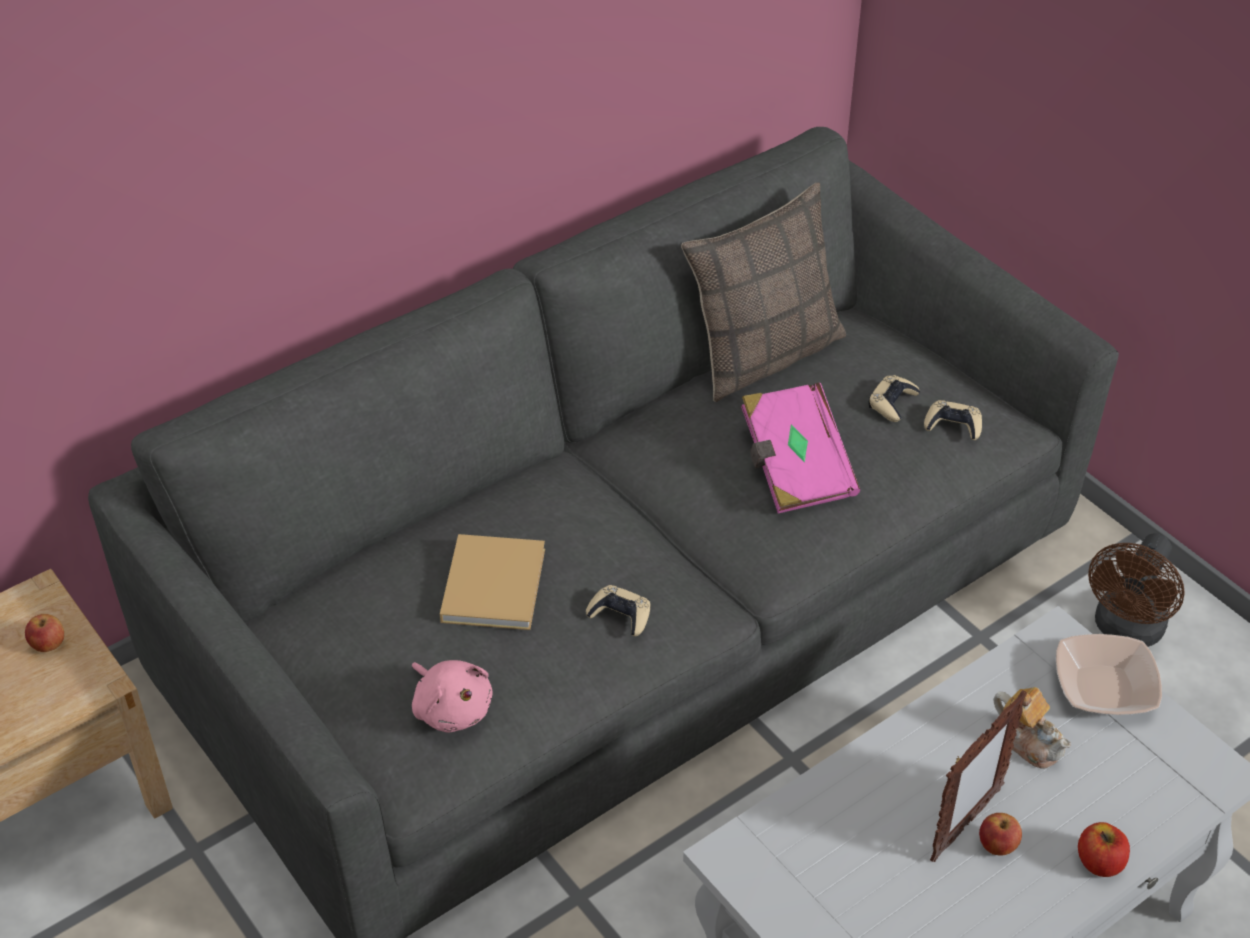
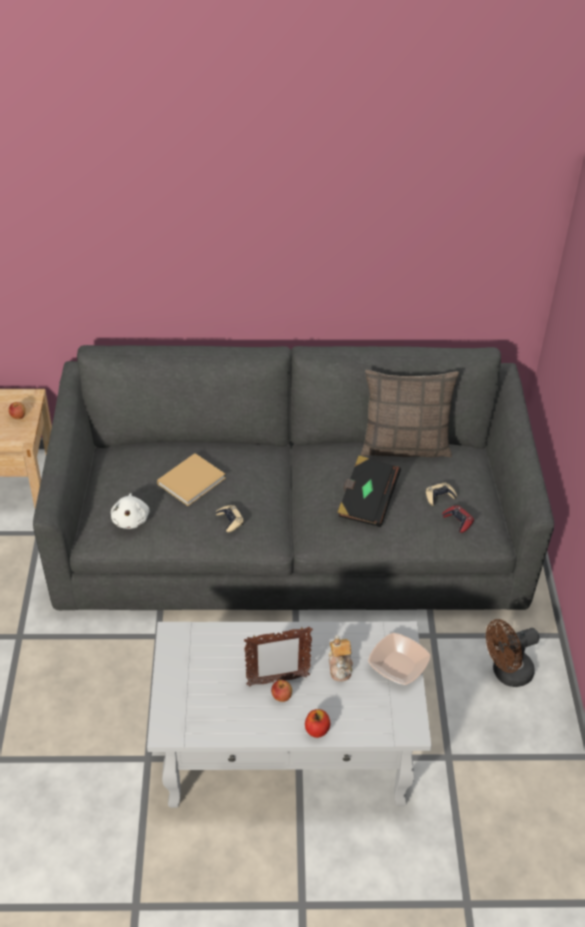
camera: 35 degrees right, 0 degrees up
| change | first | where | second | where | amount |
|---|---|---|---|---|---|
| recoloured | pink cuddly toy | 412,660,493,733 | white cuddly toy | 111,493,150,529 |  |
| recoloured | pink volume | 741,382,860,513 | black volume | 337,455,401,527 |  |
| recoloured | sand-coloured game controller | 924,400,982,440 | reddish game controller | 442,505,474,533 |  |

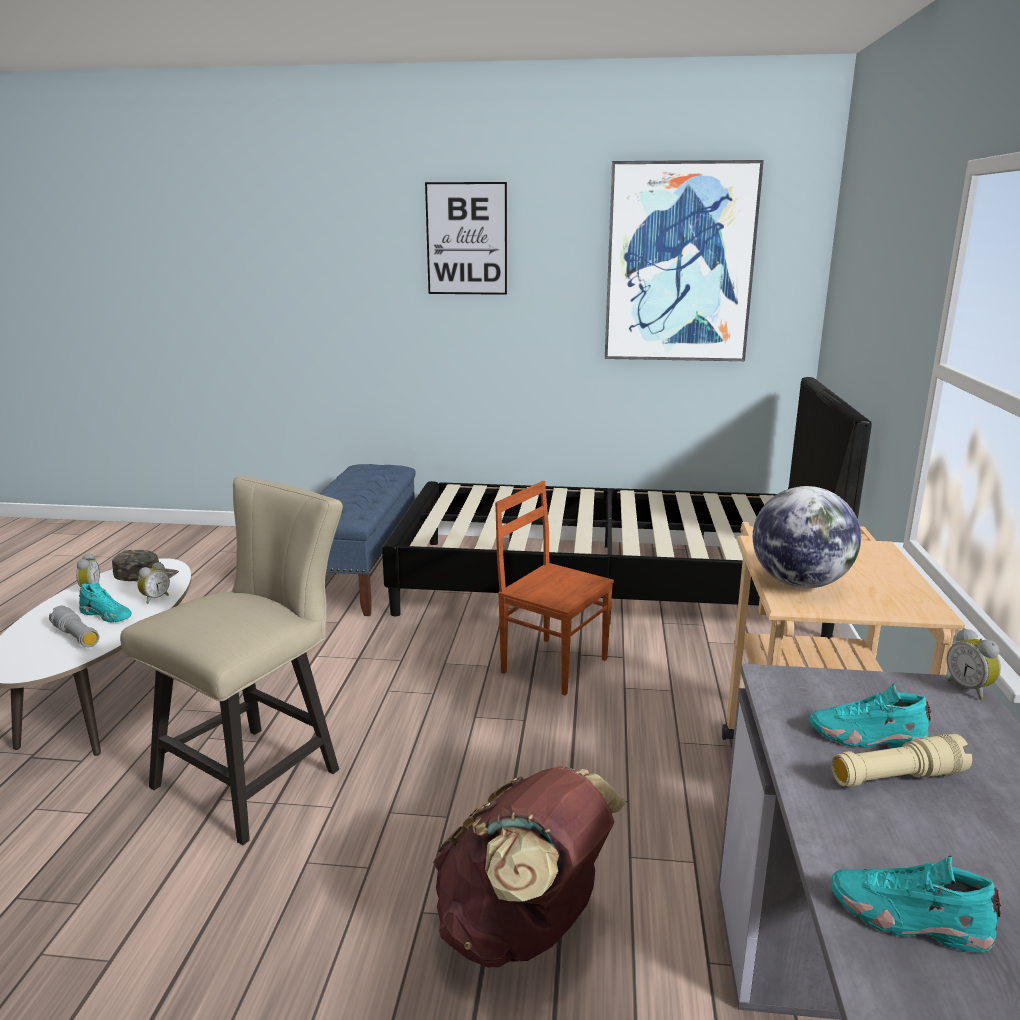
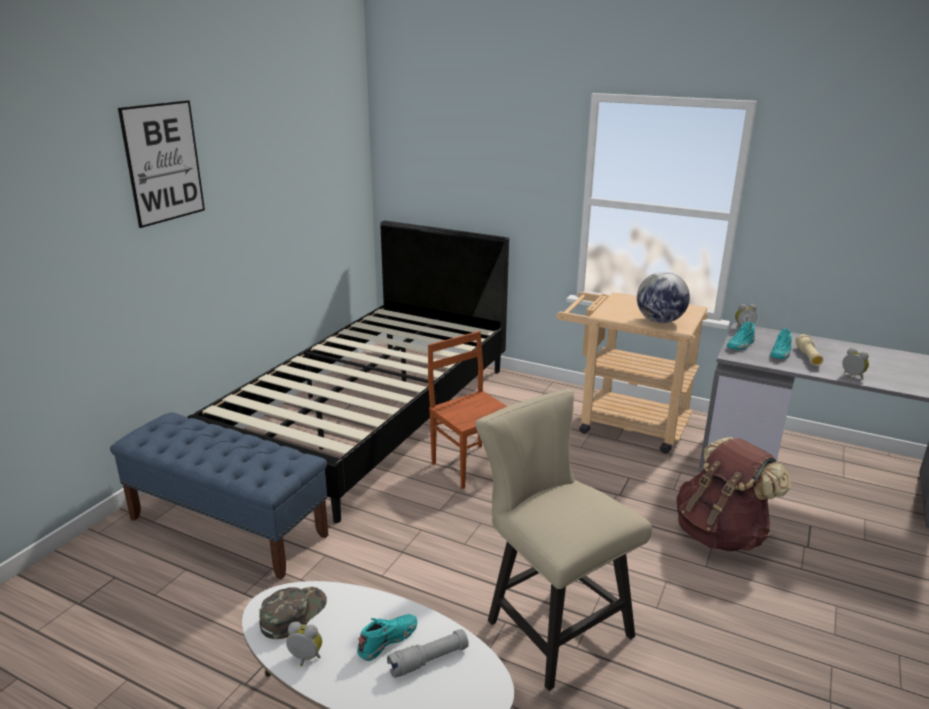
camera: 70 degrees left, 5 degrees up
| change | first | where | second | where | amount |
|---|---|---|---|---|---|
| moved | bedside clock | 138,562,170,604 |  | 842,348,869,379 |  |
| turned | brownish upright chair | 495,481,614,695 |  | 428,331,508,489 | 90 degrees clockwise |
| removed | picture | 605,160,764,361 |  |  |  |
| moved | turquoise-coloured low shoe | 831,856,1001,953 |  | 727,321,755,350 |  |

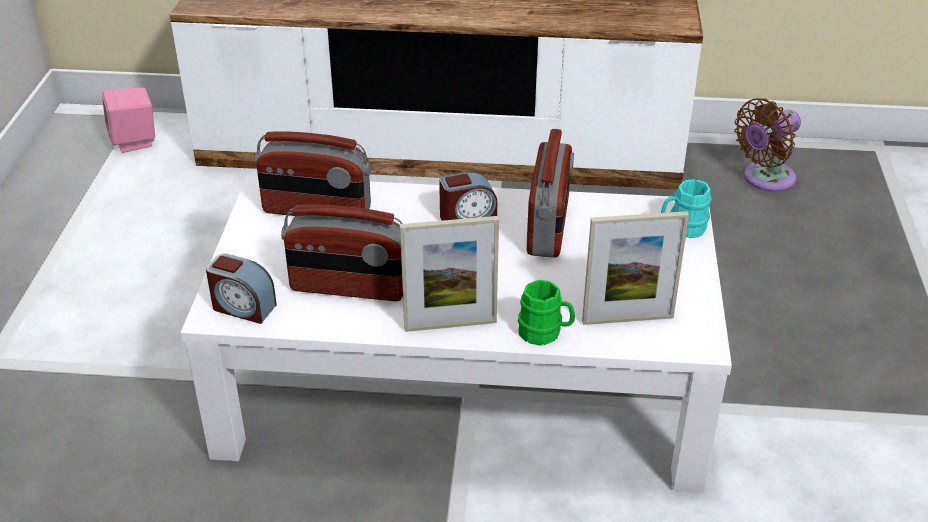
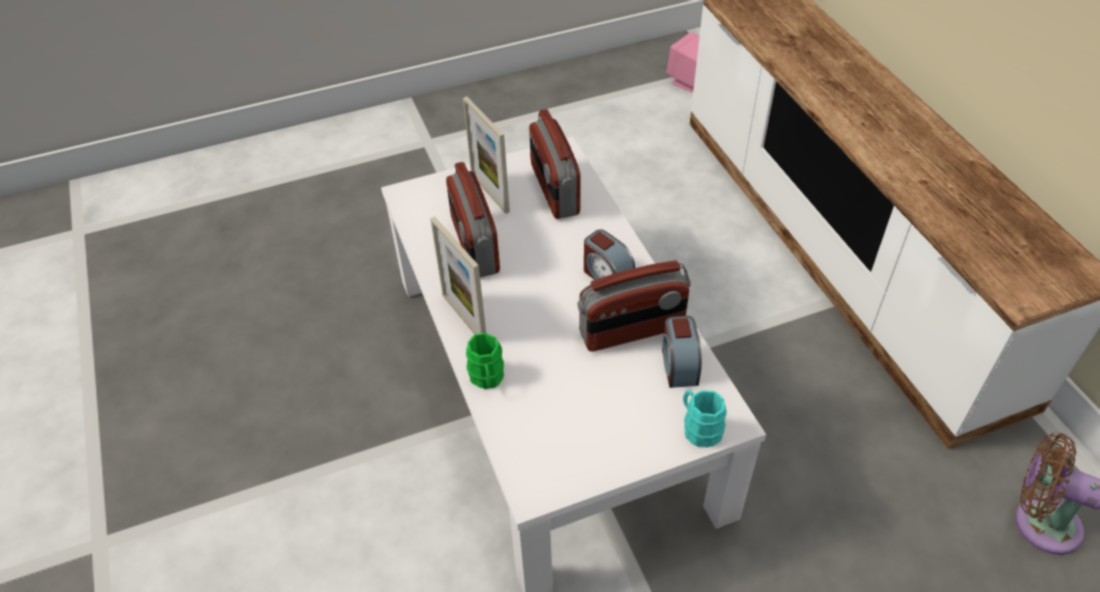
camera: 65 degrees right, 10 degrees up
| change | first | where | second | where | amount |
|---|---|---|---|---|---|
| moved | bedside clock | 206,253,277,324 |  | 662,316,702,388 |  |
| moved | photo frame | 582,211,689,325 |  | 463,96,510,214 |  |

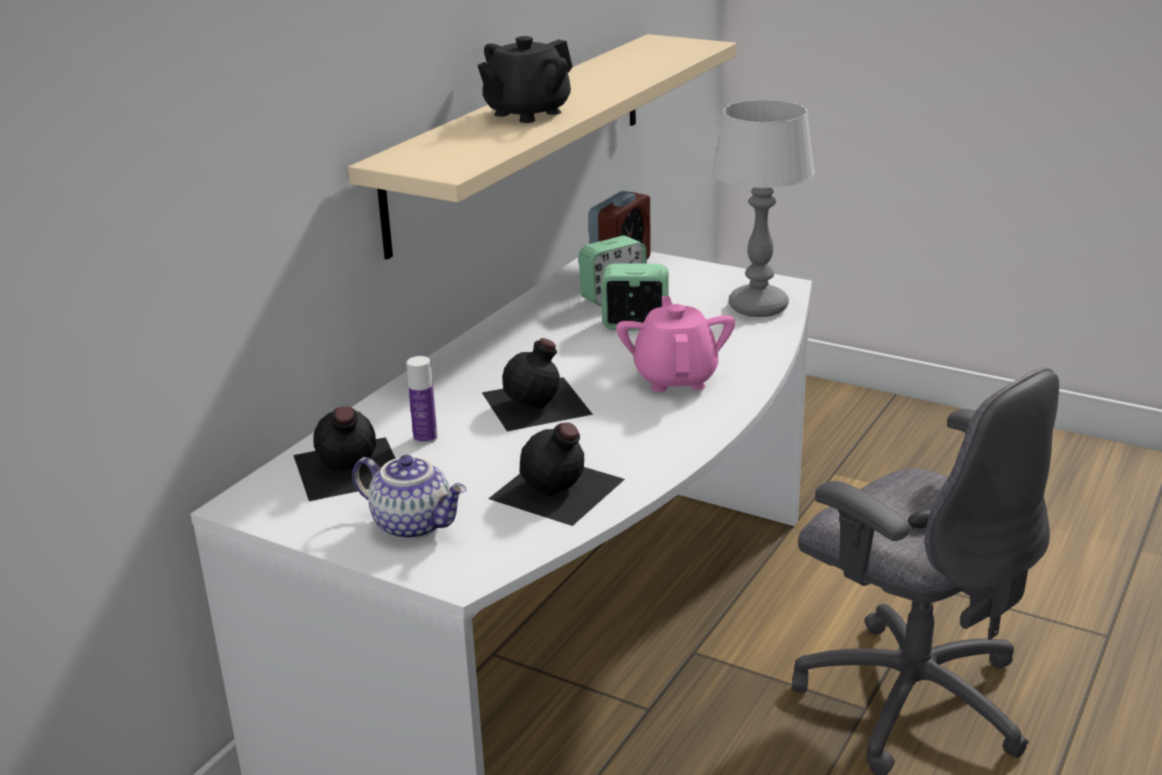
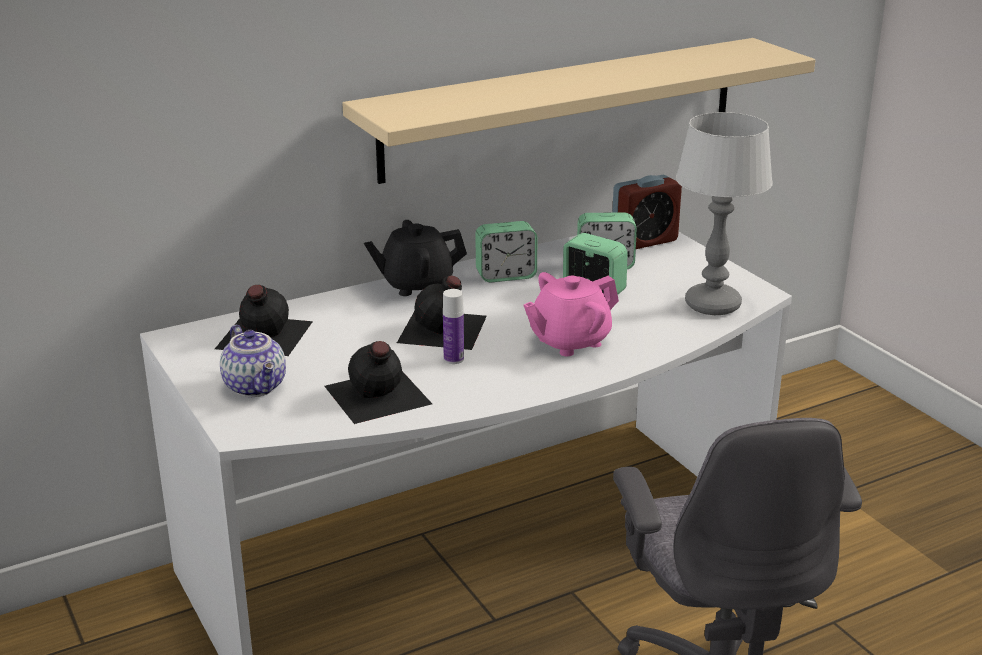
camera: 30 degrees right, 0 degrees up
| change | first | where | second | where | amount |
|---|---|---|---|---|---|
| moved | bottle | 407,356,438,444 |  | 443,289,464,364 |  |
| moved | black teapot | 478,36,573,123 |  | 364,220,467,296 |  |
| turned | pink teapot | 616,296,735,392 |  | 524,272,619,356 | 150 degrees counterclockwise |
| added |  |  | bedside clock | 475,221,537,282 |  |

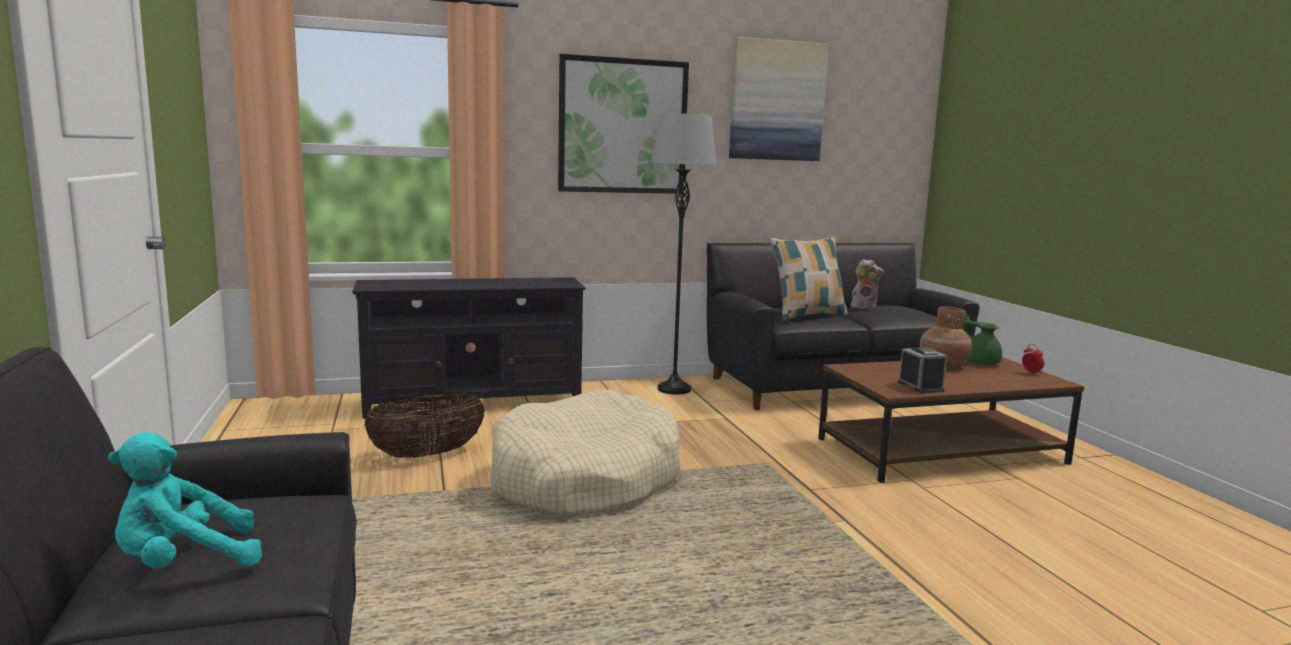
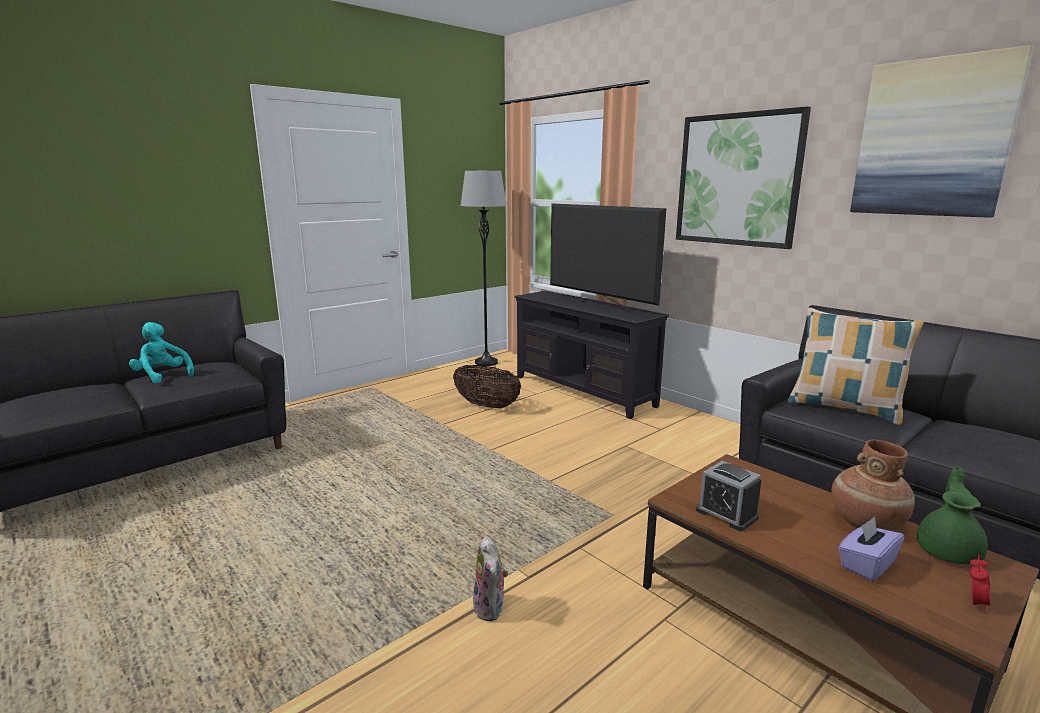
camera: 65 degrees right, 5 degrees up
| change | first | where | second | where | amount |
|---|---|---|---|---|---|
| removed | sand-coloured dog bed | 490,390,681,518 |  |  |  |
| moved | gray floor lamp | 651,113,717,395 |  | 460,171,507,366 |  |
| moved | cuddly toy | 851,259,884,309 |  | 473,536,508,621 |  |
| turned | bedside clock | 898,347,947,393 |  | 696,461,761,531 | 90 degrees clockwise |
| added |  |  | television | 550,204,666,313 |  |
| added |  |  | purple-coloured tissue holder | 838,517,905,582 |  |

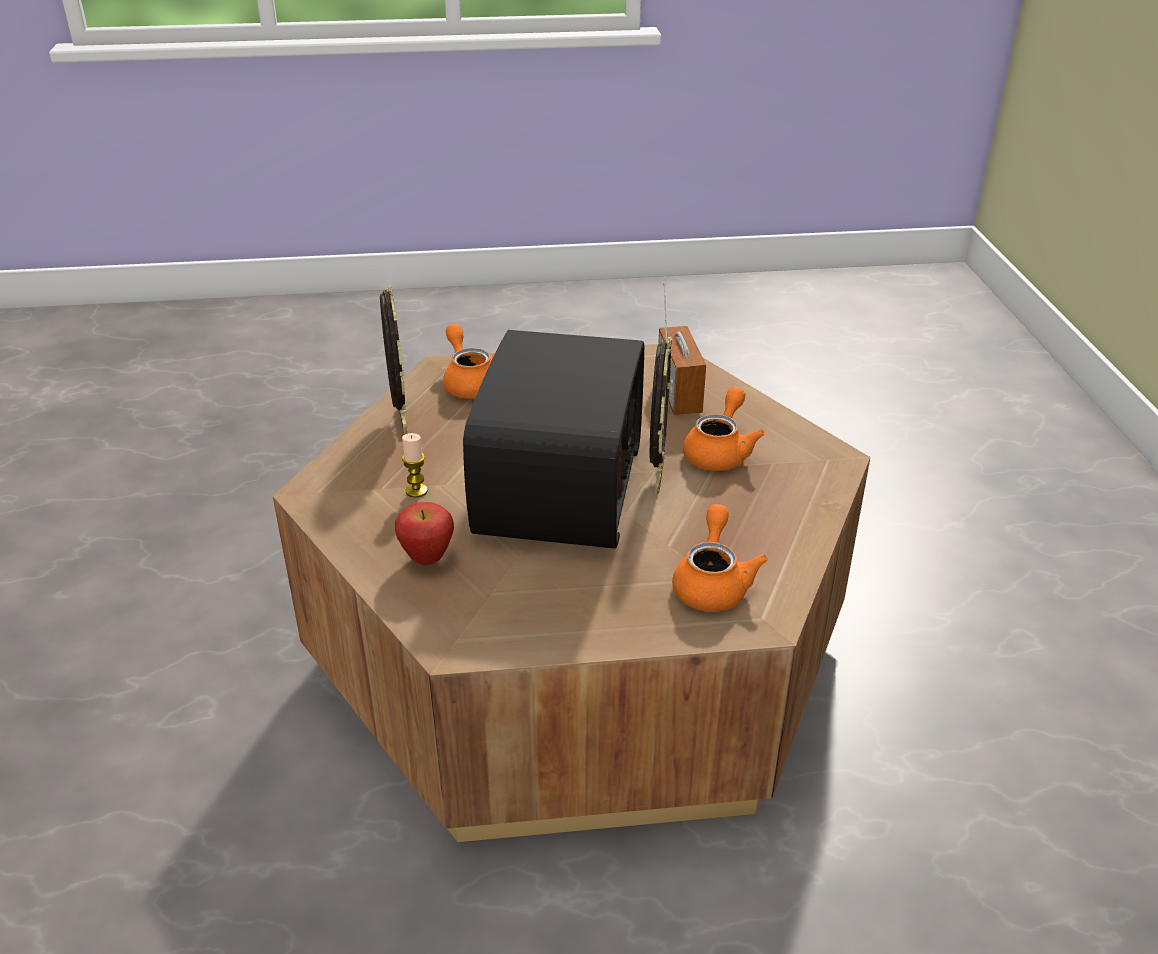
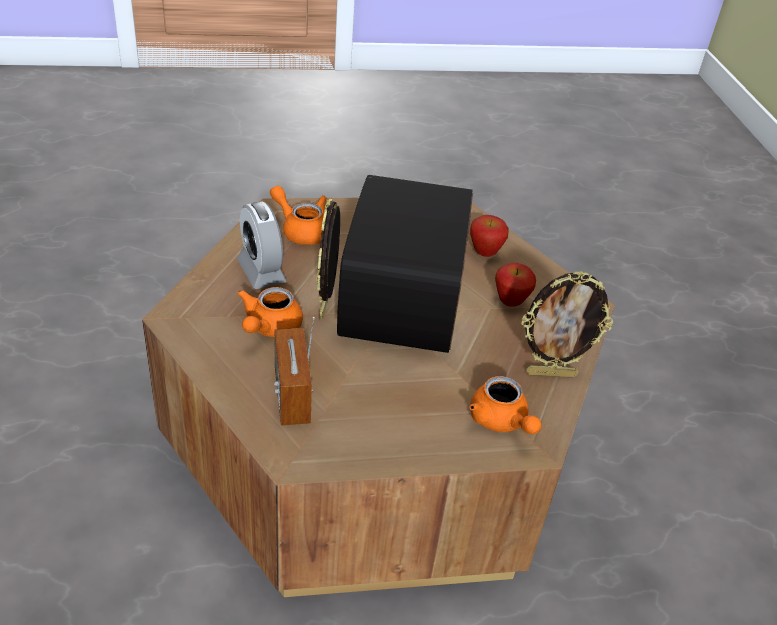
camera: 175 degrees right, 5 degrees up
| change | first | where | second | where | amount |
|---|---|---|---|---|---|
| turned | photo frame | 380,285,407,434 |  | 521,271,613,377 | 75 degrees counterclockwise |
| replaced | candle | 402,433,428,498 | whole apple | 495,263,536,307 |  |
| turned | orange teapot | 672,504,768,612 |  | 270,186,326,245 | 120 degrees clockwise |
| added |  |  | bedside clock | 237,201,287,289 |  |

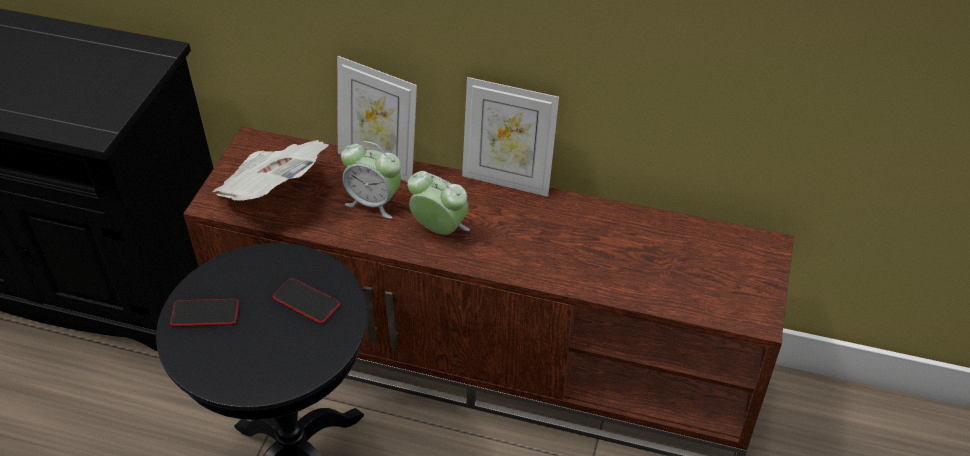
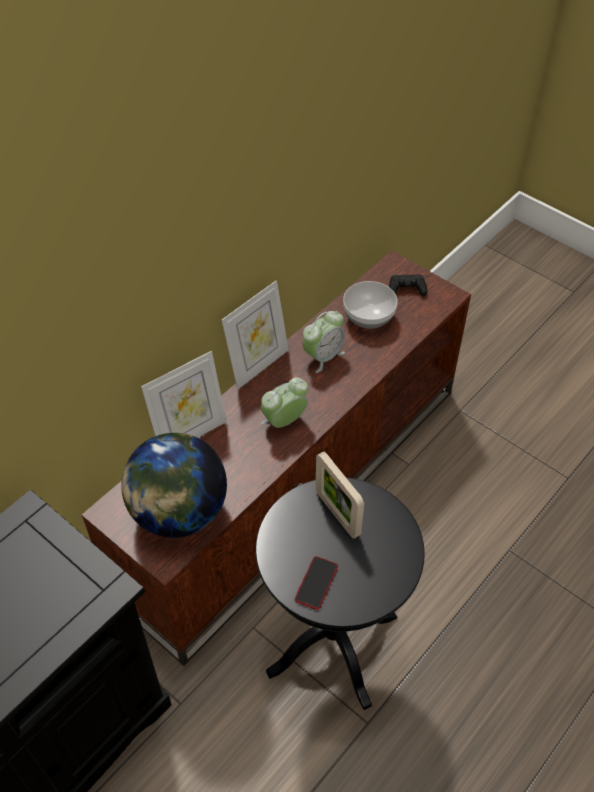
camera: 65 degrees left, 5 degrees up
| change | first | where | second | where | amount |
|---|---|---|---|---|---|
| replaced | printed paper | 212,140,329,201 | world globe | 121,433,227,538 |  |
| replaced | handset | 273,278,340,324 | photo frame | 315,451,364,539 |  |
| moved | bedside clock | 341,141,401,219 |  | 303,311,345,373 |  |
| added |  |  | deep dish | 343,281,398,329 |  |
| added |  |  | black game controller | 389,274,427,296 |  |

